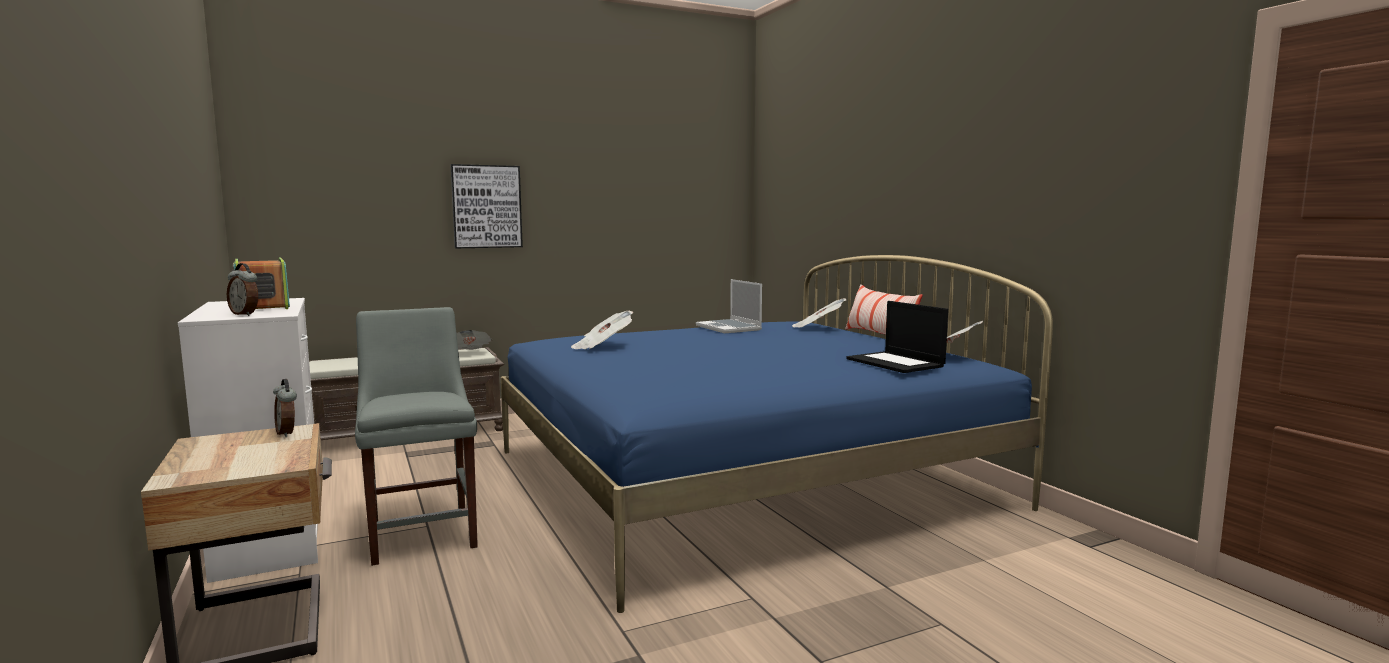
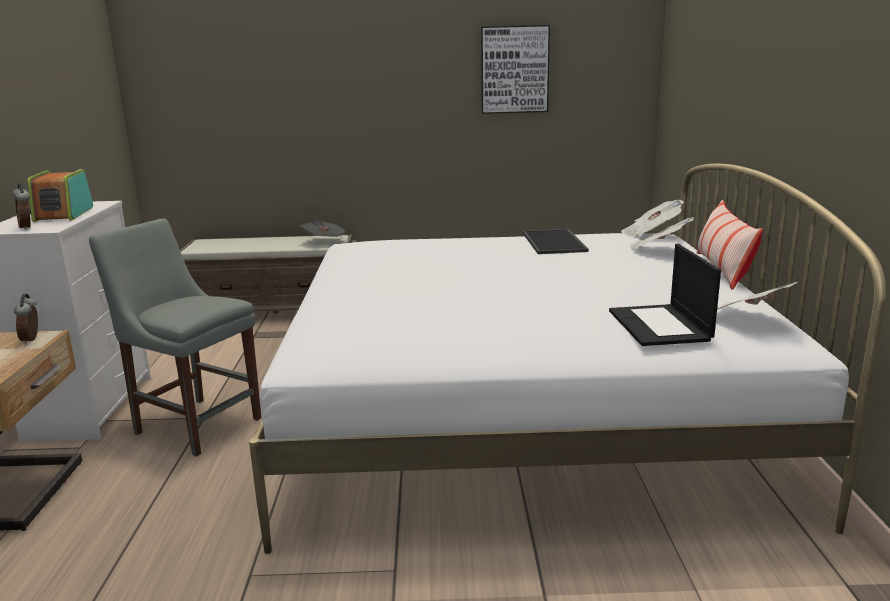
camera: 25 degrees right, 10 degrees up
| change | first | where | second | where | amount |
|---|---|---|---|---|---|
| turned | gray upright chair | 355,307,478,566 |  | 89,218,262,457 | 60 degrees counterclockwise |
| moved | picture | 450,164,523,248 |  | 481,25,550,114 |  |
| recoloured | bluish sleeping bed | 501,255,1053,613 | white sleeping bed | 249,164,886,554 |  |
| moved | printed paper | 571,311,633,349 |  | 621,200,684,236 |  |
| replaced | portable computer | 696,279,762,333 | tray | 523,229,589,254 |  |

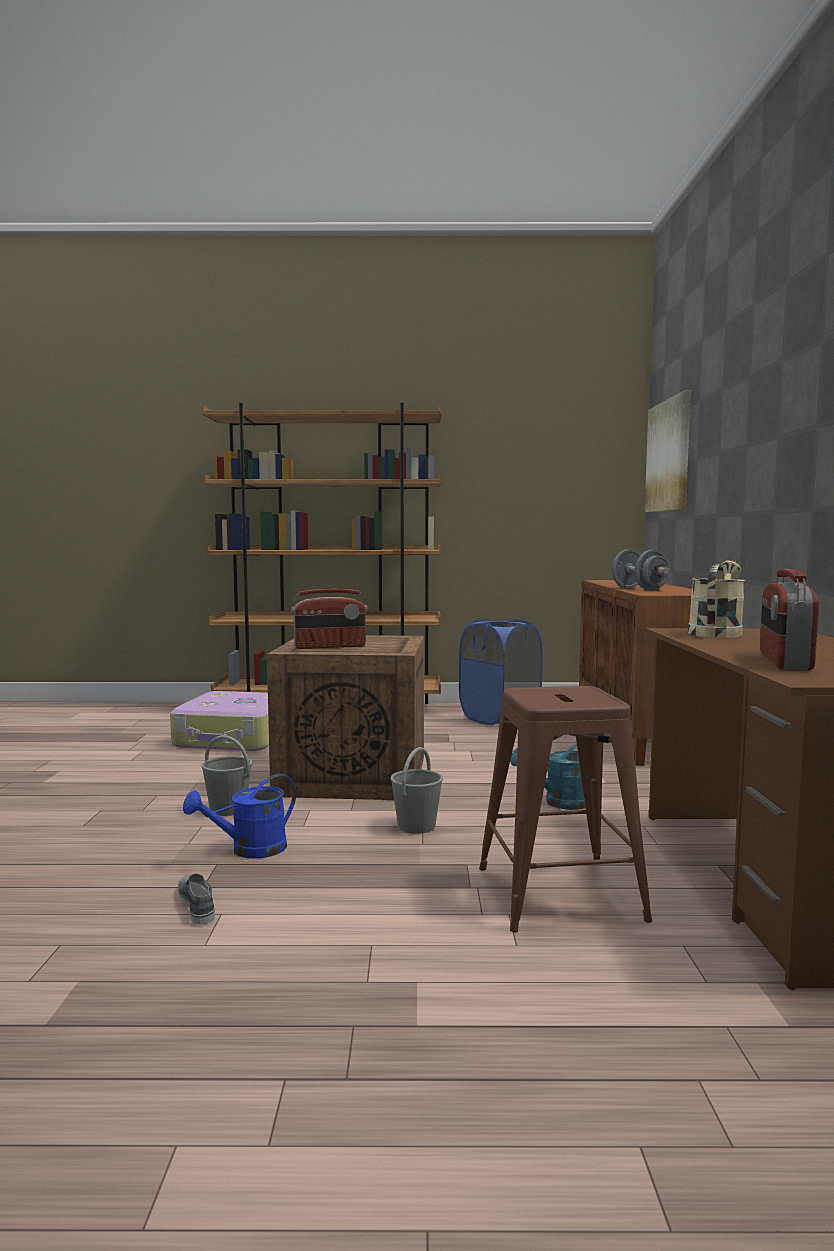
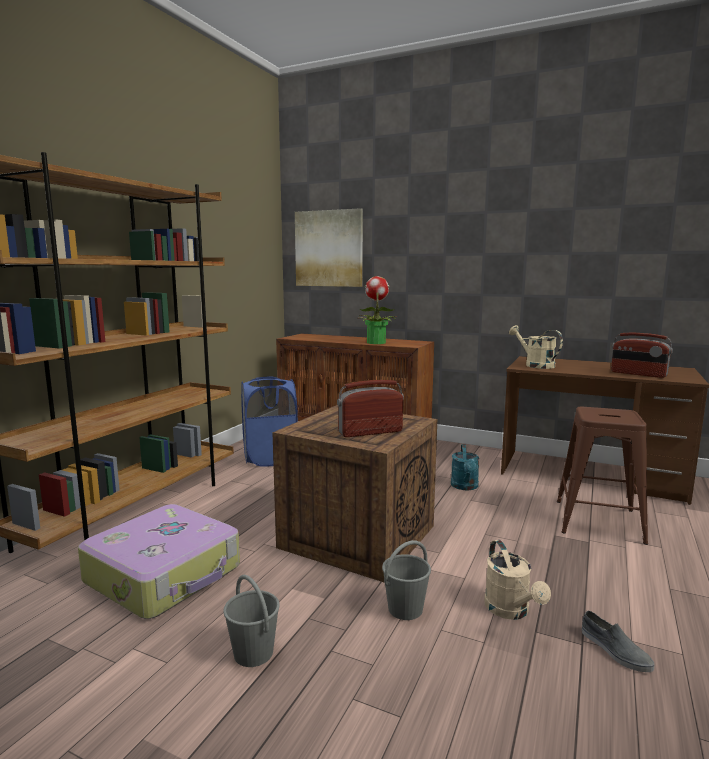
camera: 65 degrees left, 5 degrees up
| change | first | where | second | where | amount |
|---|---|---|---|---|---|
| turned | gray low shoe | 178,873,215,925 |  | 582,610,655,672 | 120 degrees counterclockwise |
| recoloured | bluish watering pot | 183,774,296,859 | sand-coloured watering pot | 484,540,551,620 |  |
| turned | radio receiver | 291,589,367,649 |  | 337,380,404,437 | 120 degrees counterclockwise |
| moved | gray bucket | 390,747,443,834 |  | 223,575,280,667 |  |
| replaced | gray free weight | 612,549,670,591 | houseplant | 357,276,395,344 |  |

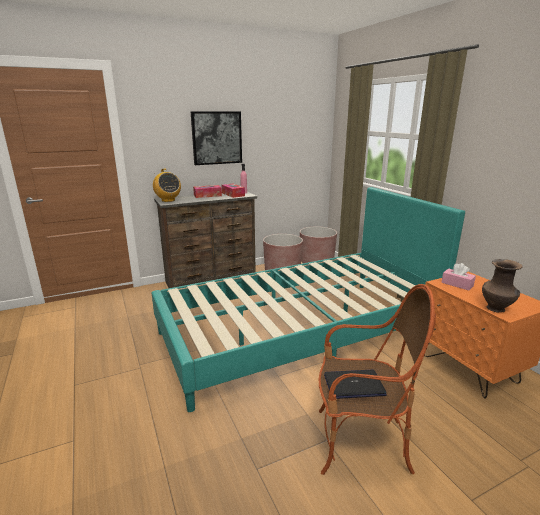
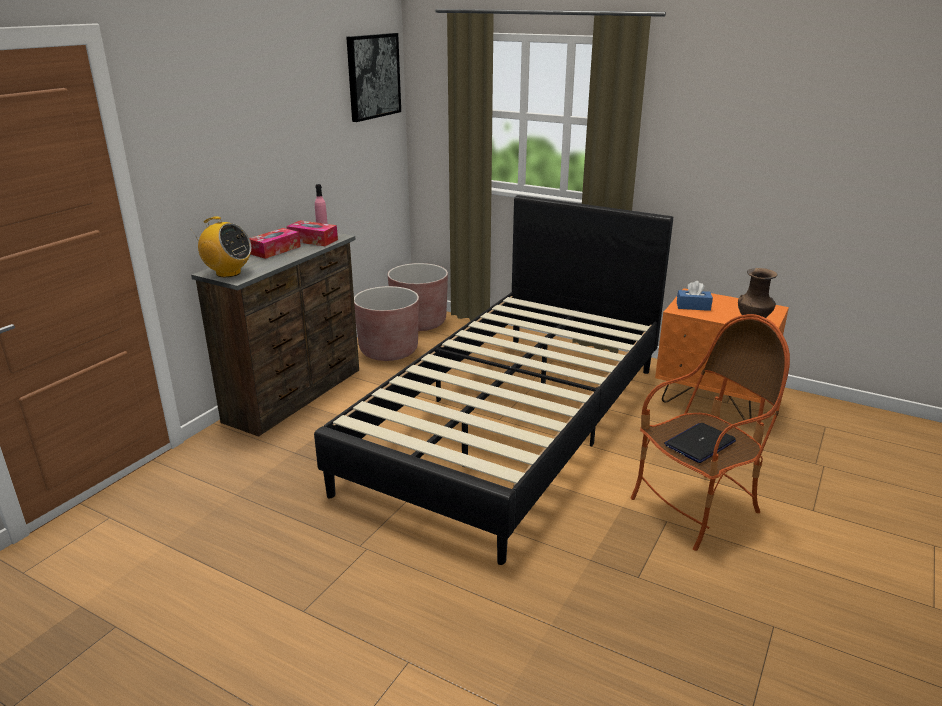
camera: 35 degrees left, 5 degrees up
| change | first | where | second | where | amount |
|---|---|---|---|---|---|
| recoloured | turquoise-coloured sleeping bed | 152,187,465,412 | black sleeping bed | 314,195,673,565 |  |
| moved | picture | 190,111,242,165 |  | 346,33,401,122 |  |
| recoloured | pink tissue holder | 441,263,476,291 | bluish tissue holder | 677,281,713,311 |  |

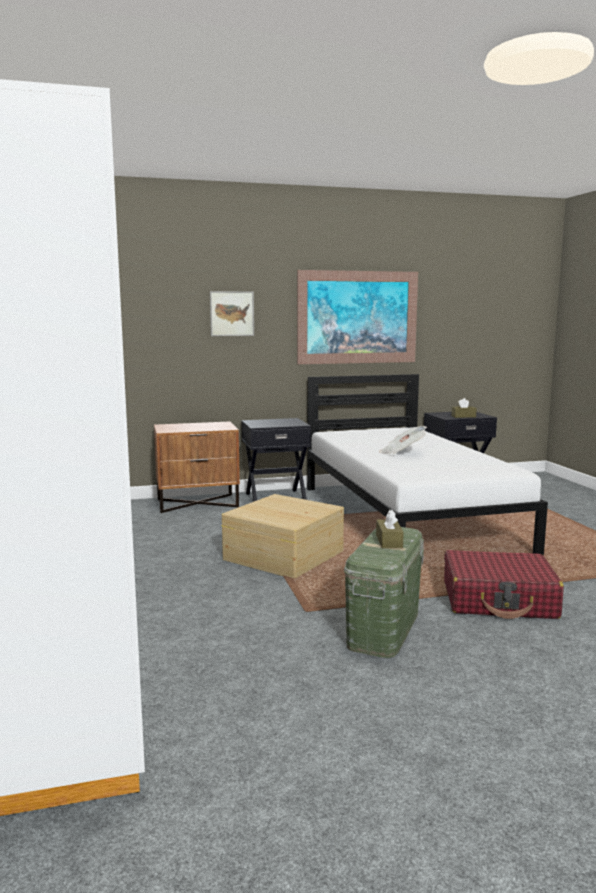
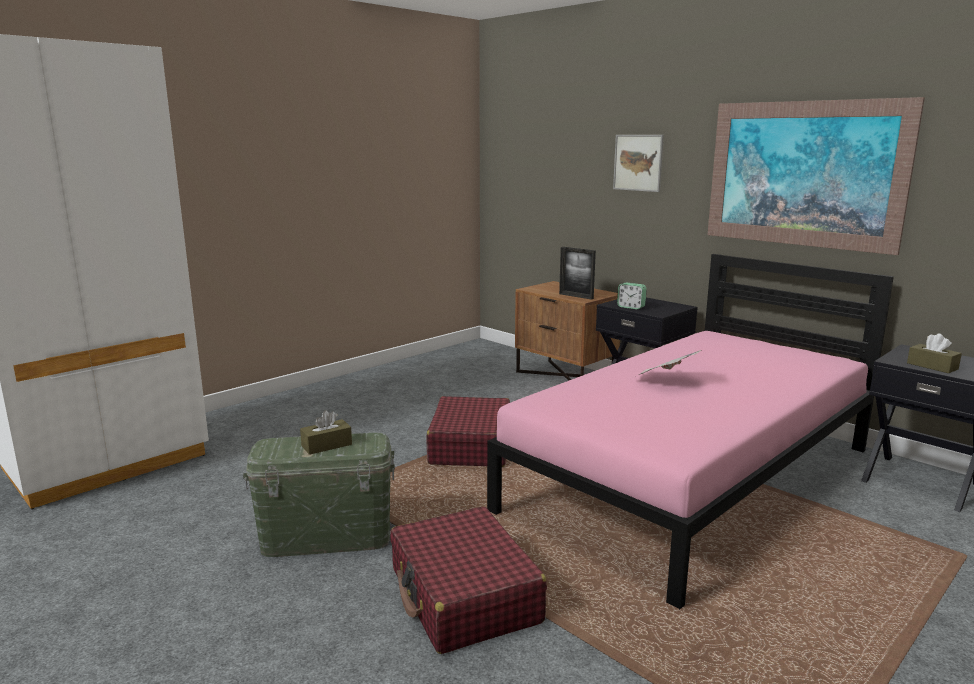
camera: 60 degrees right, 5 degrees up
| change | first | where | second | where | amount |
|---|---|---|---|---|---|
| replaced | sand-coloured storage container | 222,494,344,578 | reddish suitcase | 426,396,510,467 |  |
| recoloured | white sleeping bed | 307,374,548,555 | pink sleeping bed | 487,254,894,609 |  |
| added |  |  | photo frame | 559,247,596,300 |  |
| added |  |  | bedside clock | 617,283,647,310 |  |

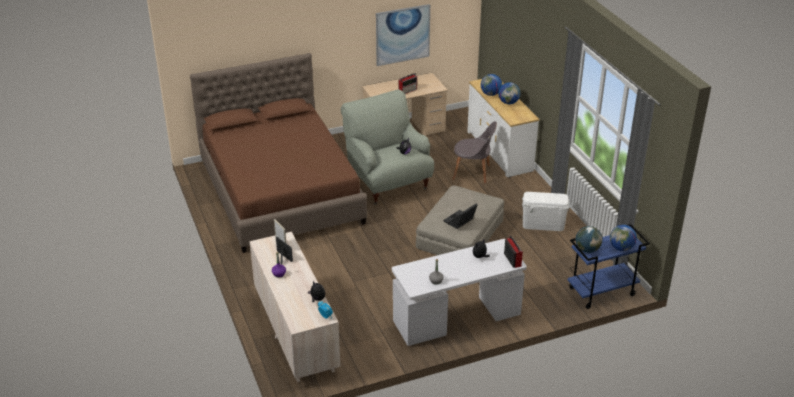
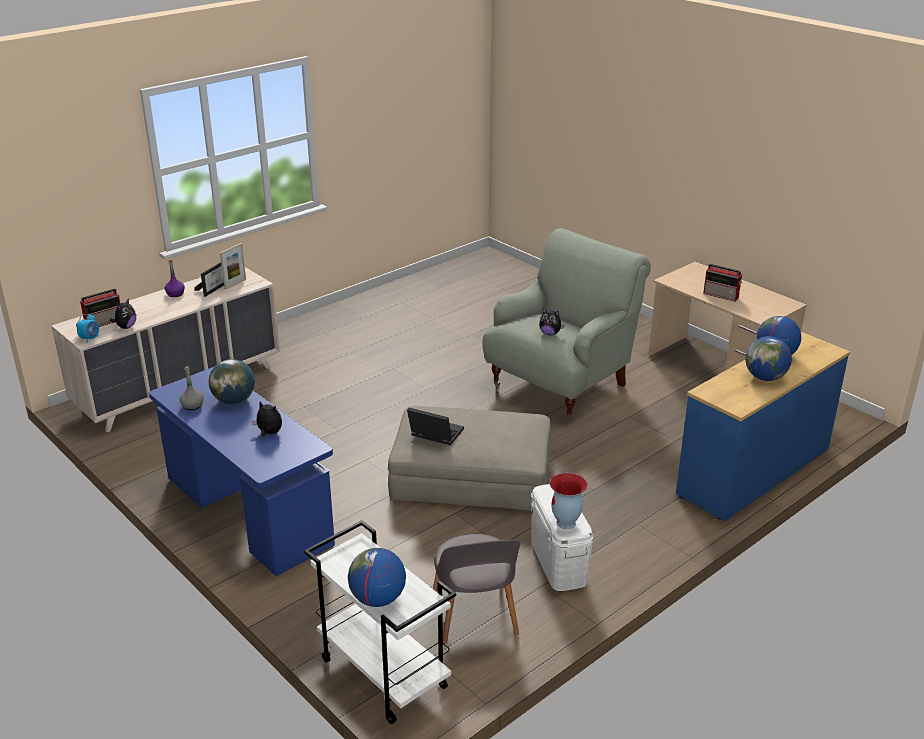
camera: 70 degrees right, 5 degrees down
| change | first | where | second | where | amount |
|---|---|---|---|---|---|
| removed | brownish sleeping bed | 190,53,367,253 |  |  |  |
| removed | picture | 376,4,430,66 |  |  |  |
| recoloured | white desk table | 392,239,527,346 | bluish desk table | 149,367,335,576 |  |
| moved | gray upright chair | 452,121,497,184 |  | 433,534,520,644 |  |
| recoloured | white chest of drawers | 467,79,539,177 | bluish chest of drawers | 676,332,850,521 |  |
| moved | radio receiver | 504,235,523,268 |  | 80,288,120,327 |  |
| recoloured | bluish trolley | 568,224,650,309 | white trolley | 304,520,456,724 |  |
| moved | world globe | 576,226,603,253 |  | 209,359,255,404 |  |
| added |  |  | flower vase | 550,473,588,530 |  |

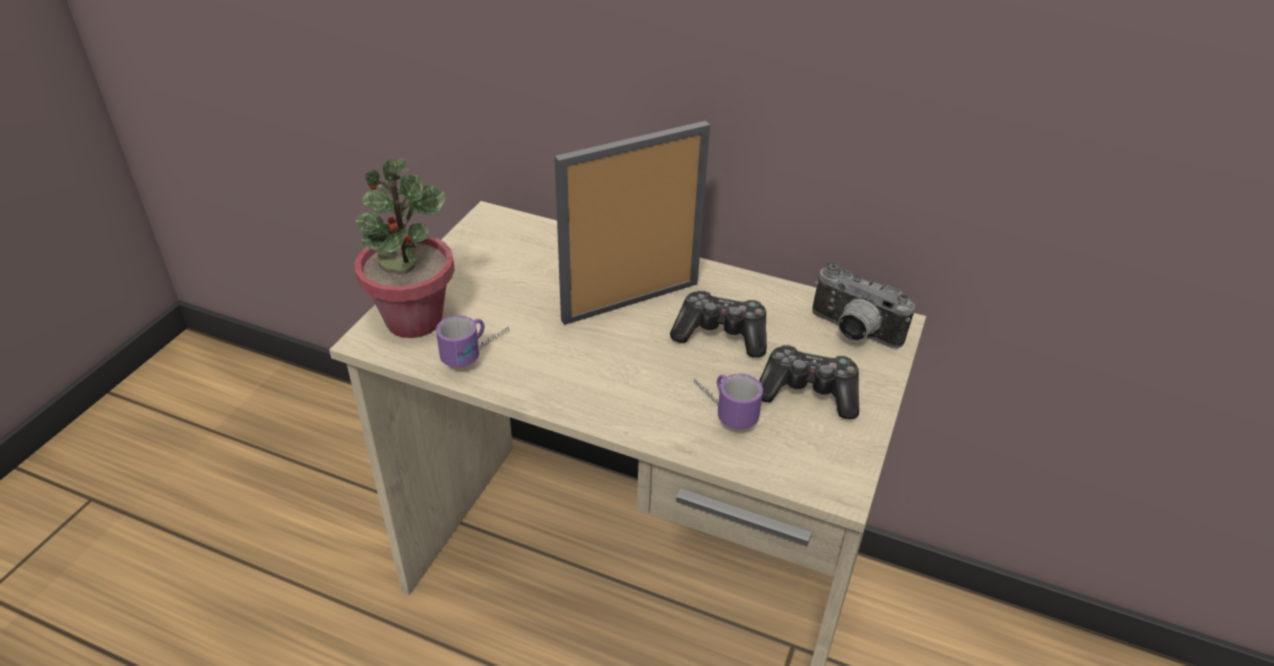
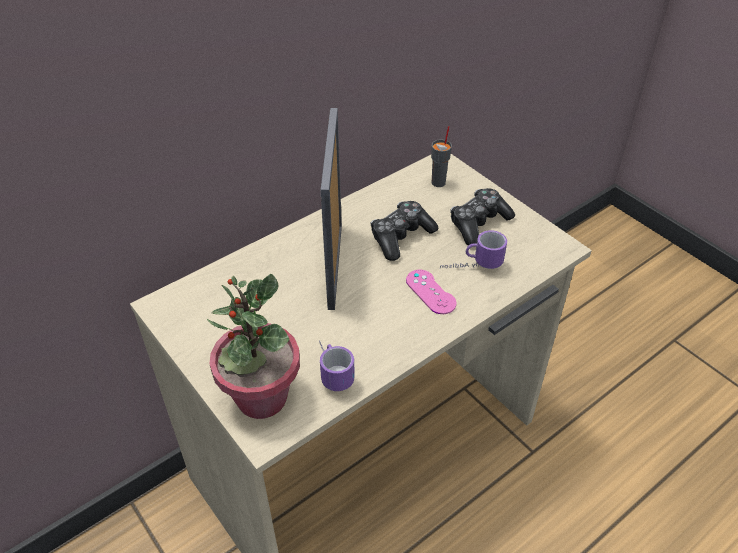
camera: 60 degrees left, 5 degrees up
| change | first | where | second | where | amount |
|---|---|---|---|---|---|
| replaced | photo camera | 812,262,915,348 | gray cup | 431,126,452,187 |  |
| added |  |  | pink game controller | 406,270,457,314 |  |

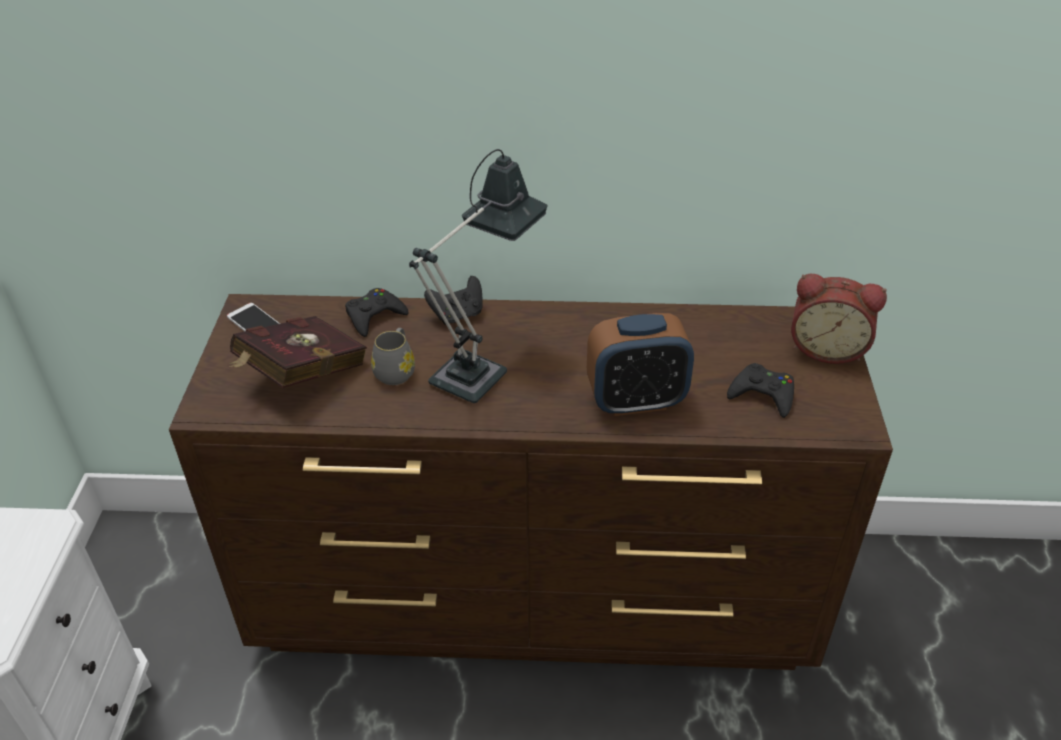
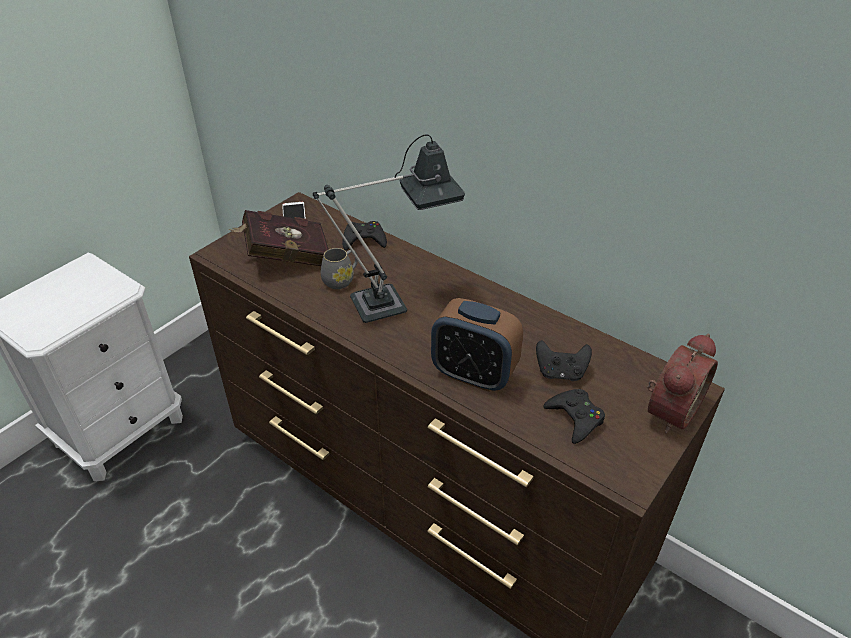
camera: 35 degrees right, 0 degrees up
| change | first | where | second | where | amount |
|---|---|---|---|---|---|
| moved | black game controller | 424,276,482,325 |  | 536,340,592,381 |  |
| turned | bedside clock | 791,274,887,364 |  | 647,334,718,433 | 105 degrees counterclockwise |

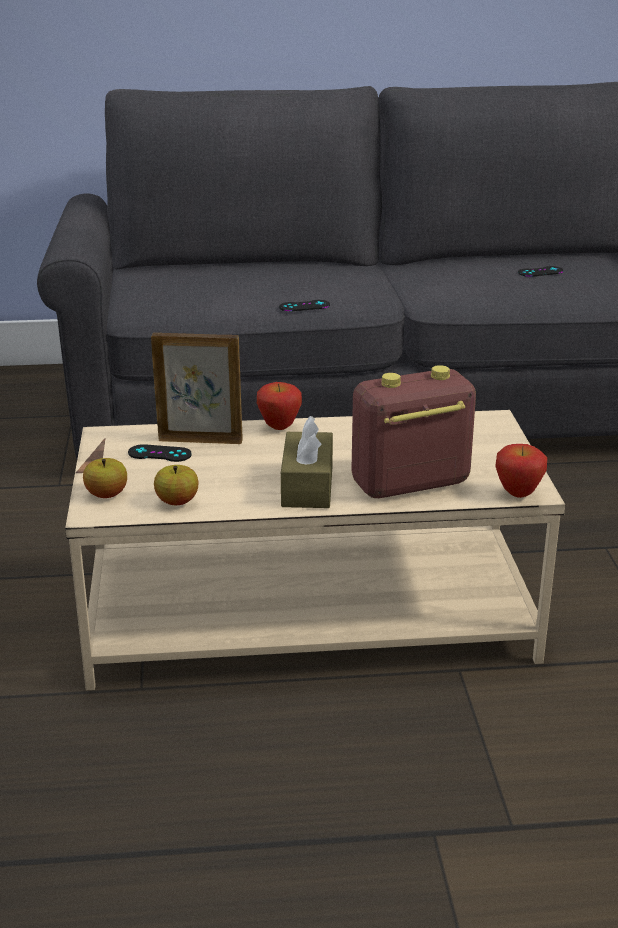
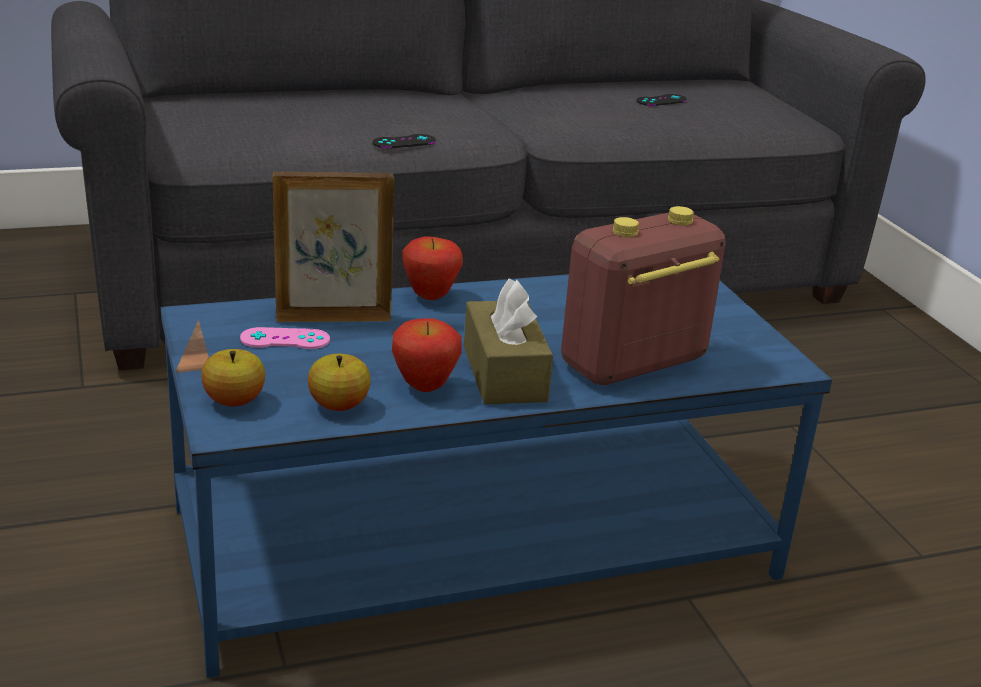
camera: 15 degrees left, 0 degrees up
| change | first | where | second | where | amount |
|---|---|---|---|---|---|
| recoloured | sand-coloured coffee table | 65,410,565,690 | bluish coffee table | 161,274,832,678 |  |
| recoloured | black game controller | 128,444,192,462 | pink game controller | 240,327,330,349 |  |
| moved | whole apple | 495,444,547,498 |  | 392,318,461,392 |  |

